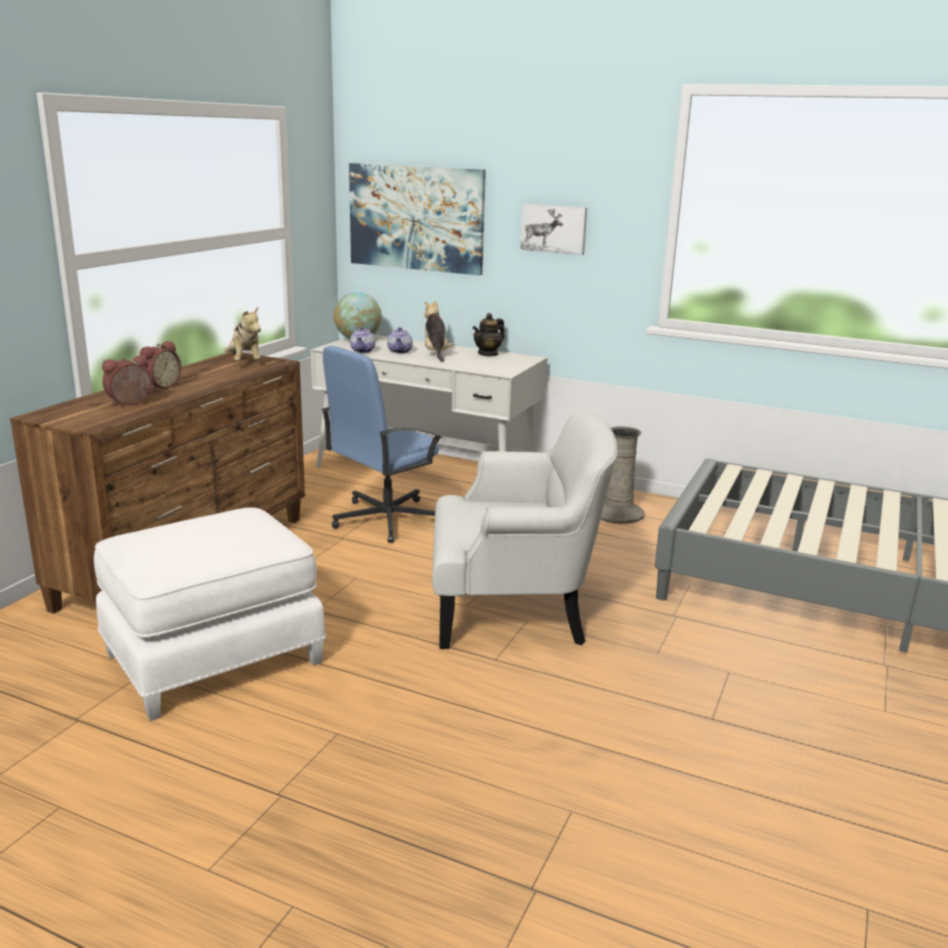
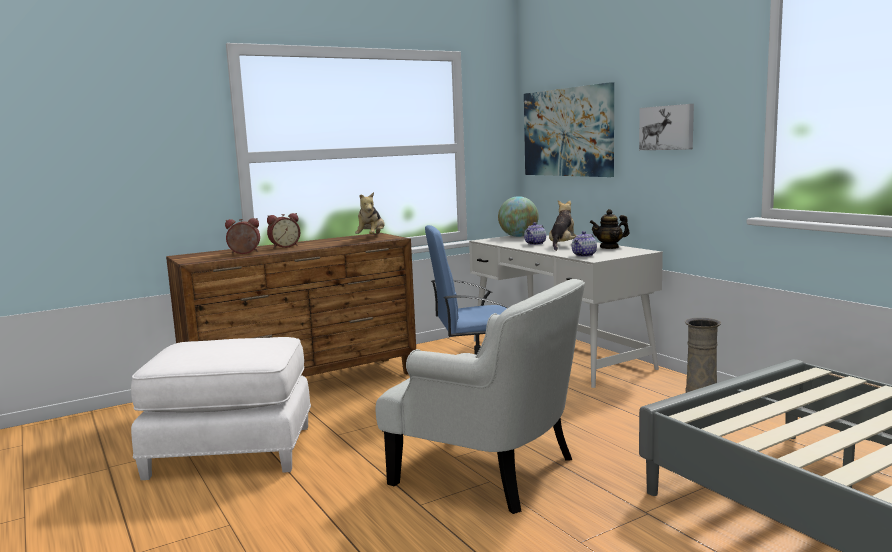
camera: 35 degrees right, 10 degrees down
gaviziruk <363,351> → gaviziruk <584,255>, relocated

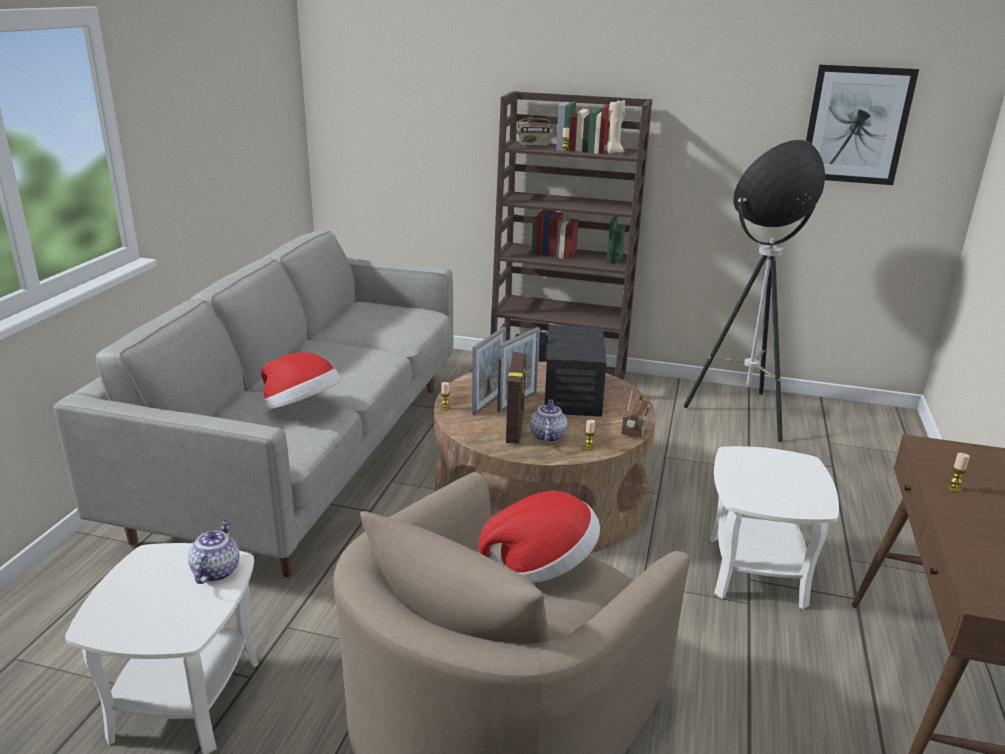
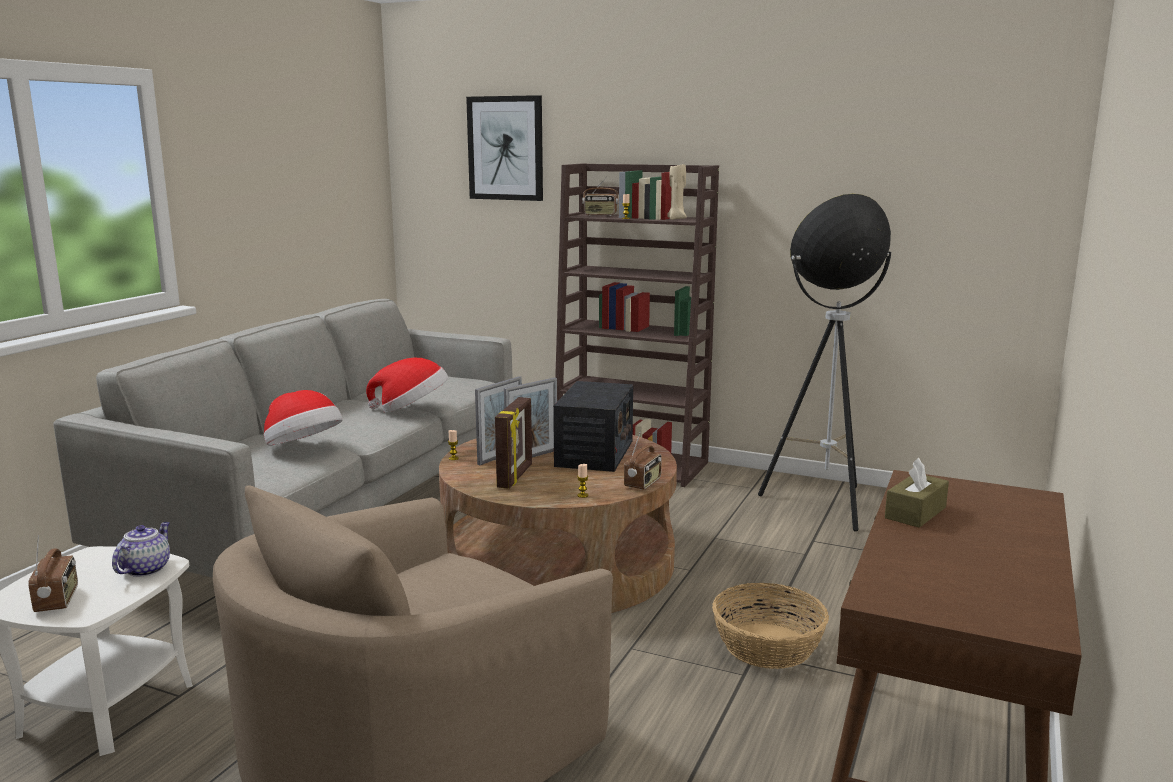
camera: 10 degrees right, 10 degrees down
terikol <856,125> → terikol <505,148>, relocated
gaviziruk <547,436> → -
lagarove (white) <757,571> → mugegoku <768,646>
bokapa <953,488> → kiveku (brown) <915,513>
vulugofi <542,564> → vulugofi <411,410>, relocated
- → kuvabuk <58,600>

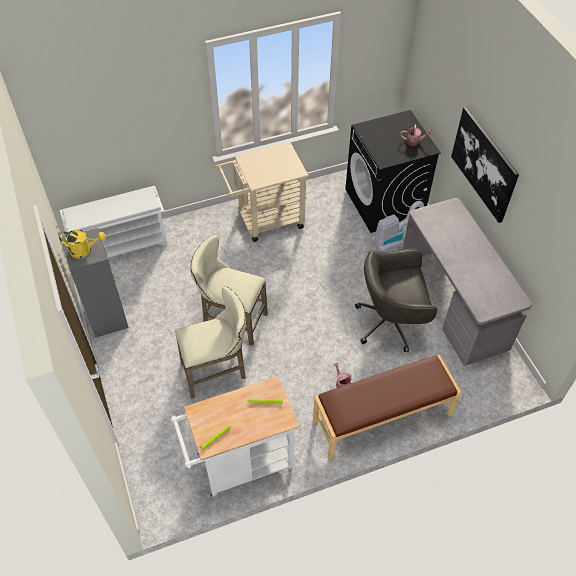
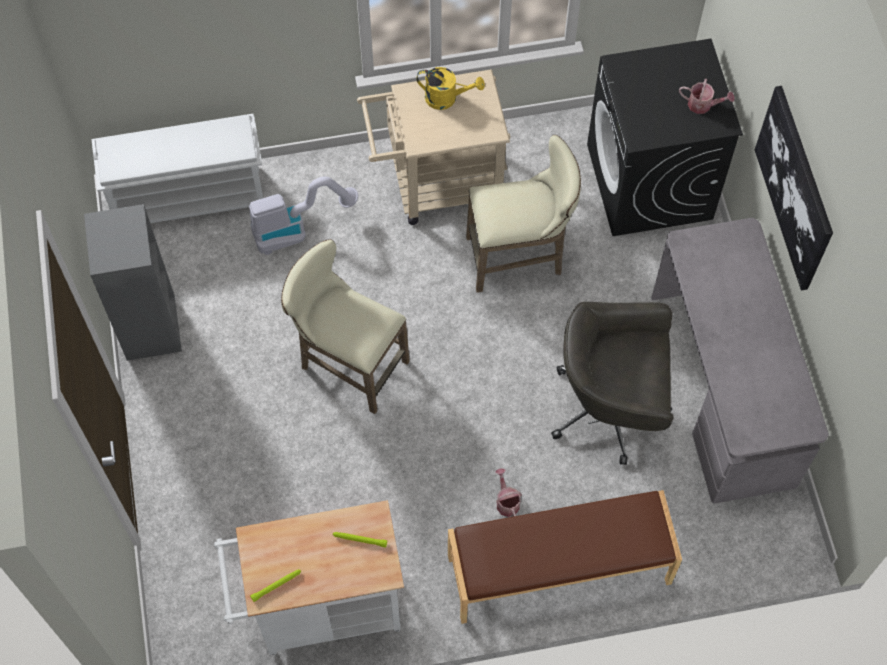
camera: 10 degrees right, 10 degrees up
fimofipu <396,239> → fimofipu <297,230>, relocated
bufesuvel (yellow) <84,250> → bufesuvel (yellow) <447,98>, relocated
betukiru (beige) <217,372> → betukiru (beige) <520,258>, relocated

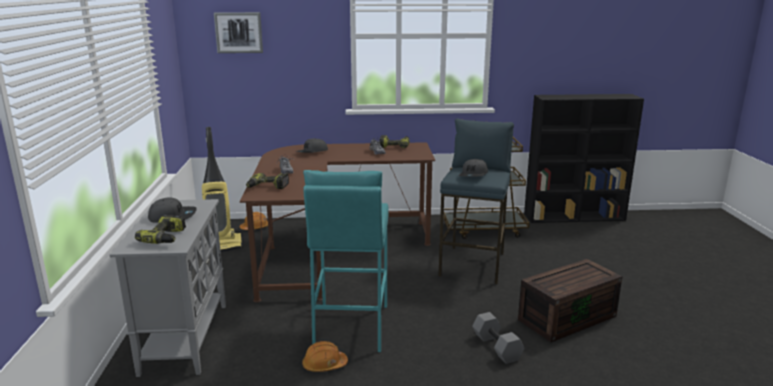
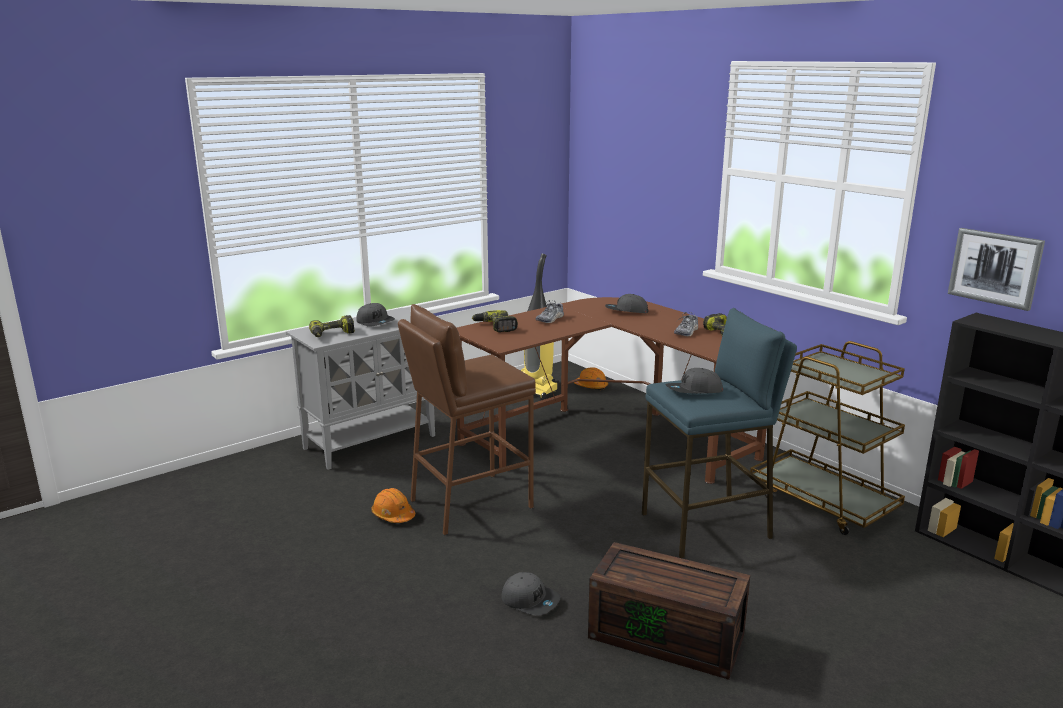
camera: 55 degrees right, 0 degrees up
terikol <239,32> → terikol <995,268>, relocated
betukiru (turquoise) <350,327> → betukiru (brown) <470,503>
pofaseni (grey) <495,347> → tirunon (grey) <530,600>

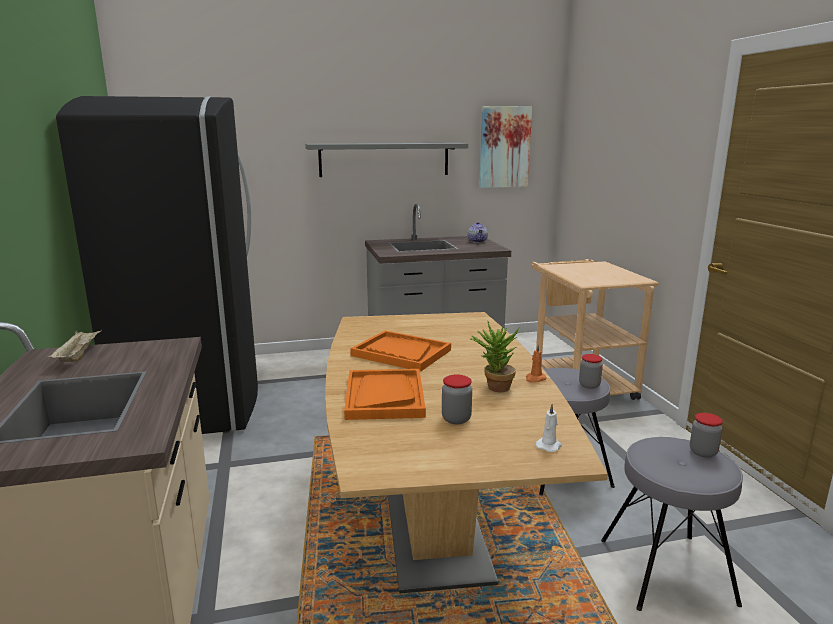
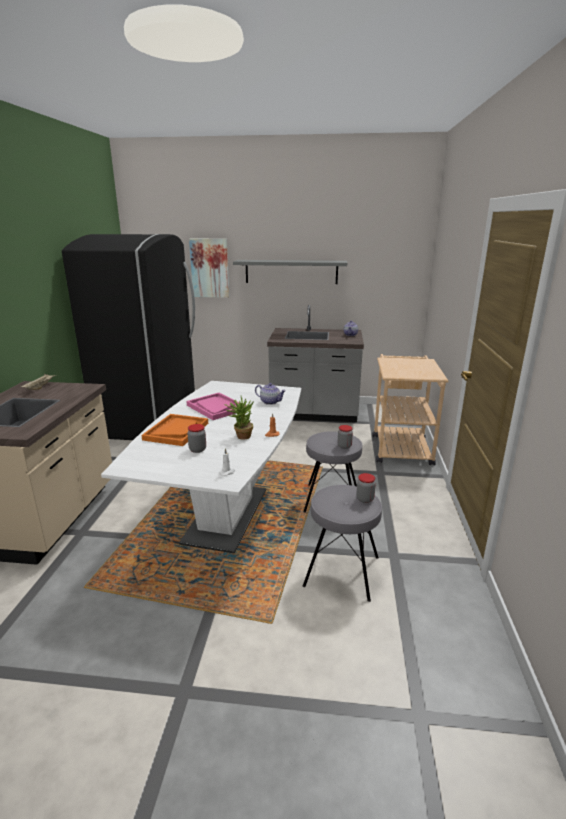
camera: 20 degrees right, 5 degrees up
terikol <504,147> → terikol <209,268>, relocated
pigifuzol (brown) <434,526> → pigifuzol (white) <226,515>
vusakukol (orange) <401,353> → vusakukol (pink) <216,407>
- → gaviziruk <270,402>

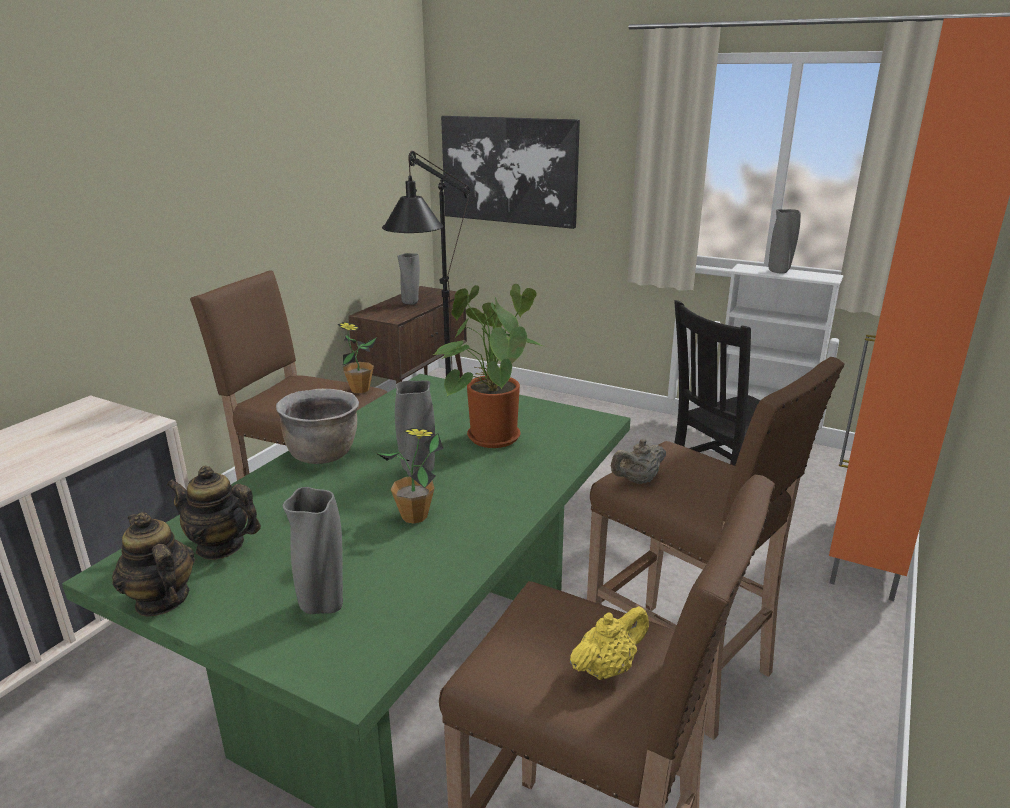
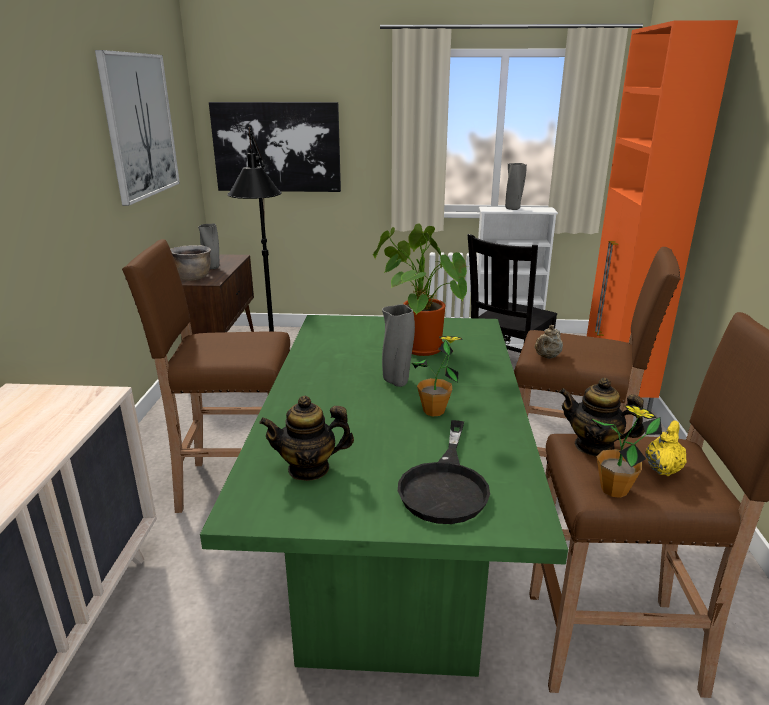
camera: 25 degrees left, 0 degrees up
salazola <360,390> → salazola <614,490>, relocated
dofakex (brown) <323,454> → dofakex (brown) <193,278>, relocated
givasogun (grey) <323,605> → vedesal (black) <445,485>
gaviziruk <161,600> → gaviziruk <594,446>, relocated
- → terikol <140,126>

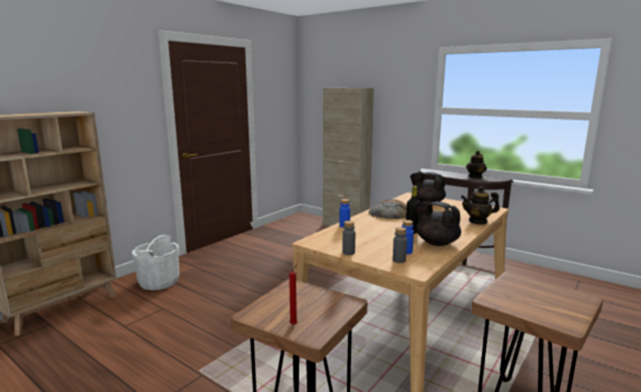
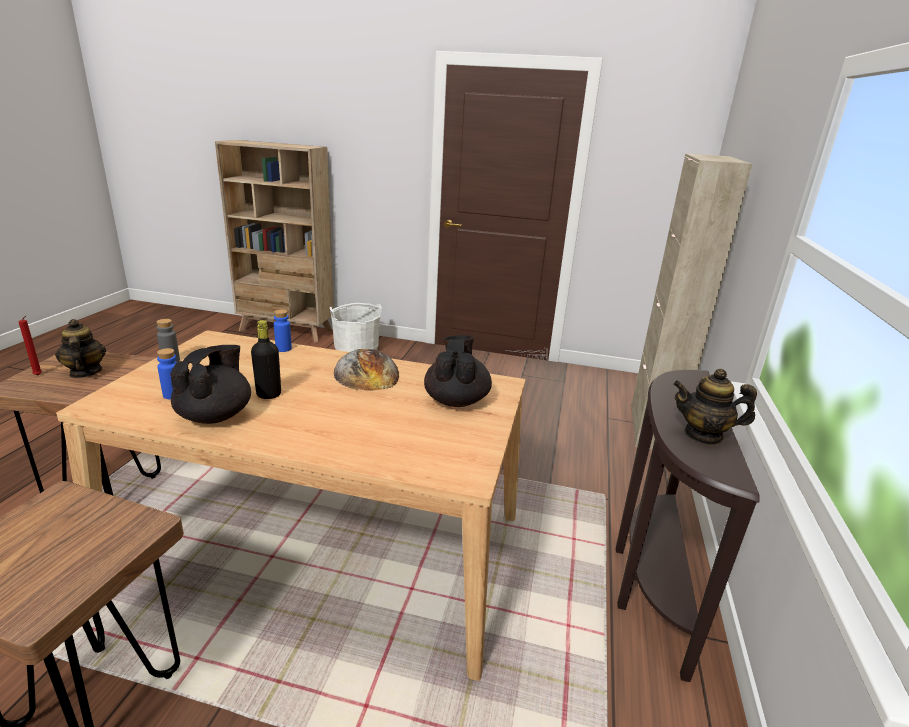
camera: 65 degrees right, 10 degrees up
gaviziruk <478,221> → gaviziruk <85,372>, relocated
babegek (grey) <399,260> → -

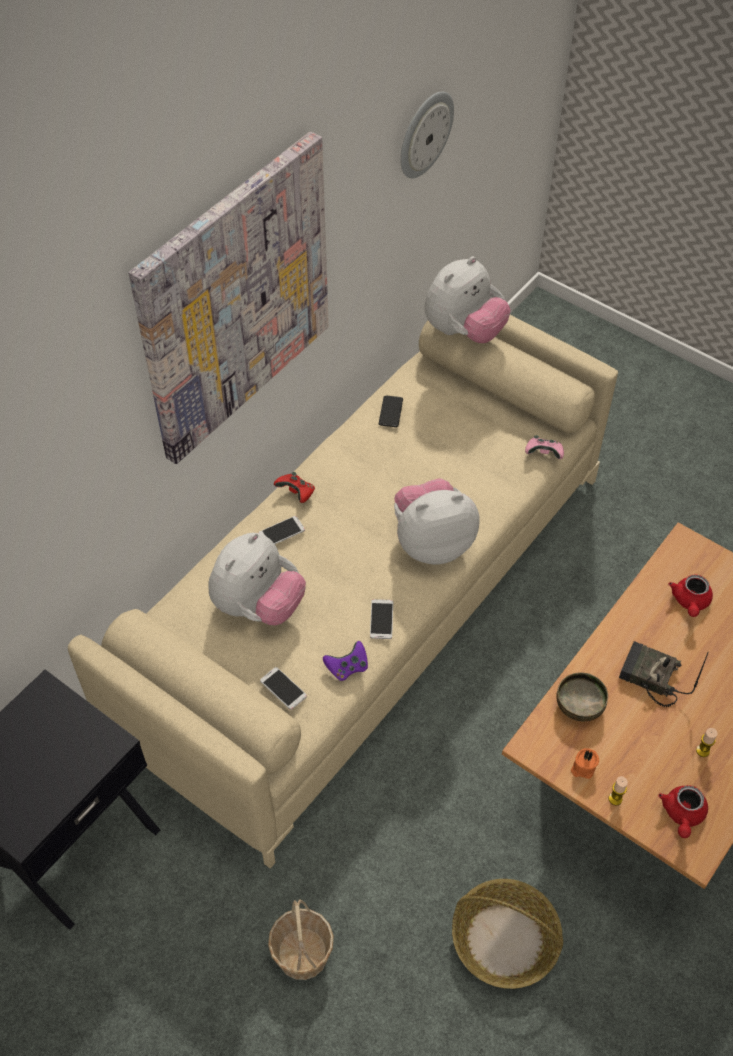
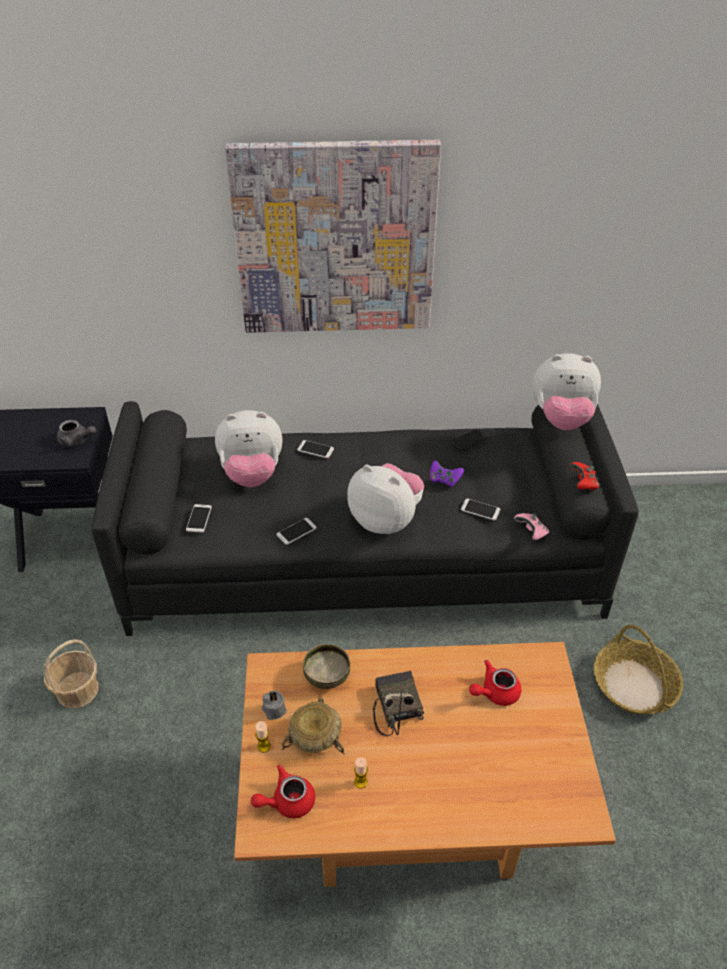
camera: 50 degrees right, 10 degrees down
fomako <424,134> → -
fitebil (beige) <366,601> → fitebil (black) <364,559>
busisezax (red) <296,493> → busisezax (red) <583,483>, relocated
busisezax (purple) <347,667> → busisezax (purple) <444,480>, relocated
bokapa (orange) <582,768> → bokapa (grey) <274,709>
mugegoku <505,939> → mugegoku <634,685>, relocated
- → gaviziruk (grey) <77,441>
- → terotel <480,510>
- → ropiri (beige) <316,735>

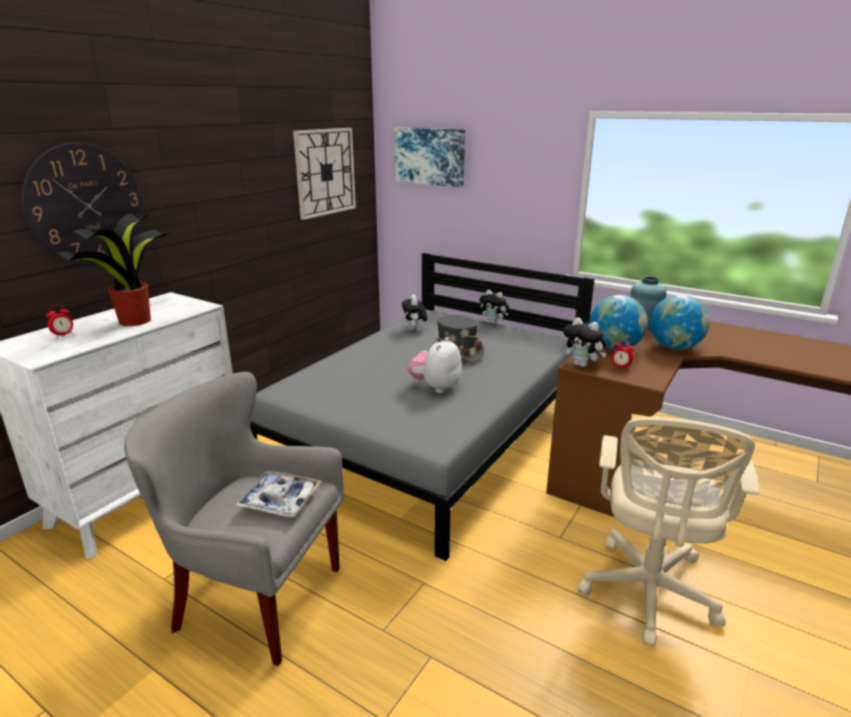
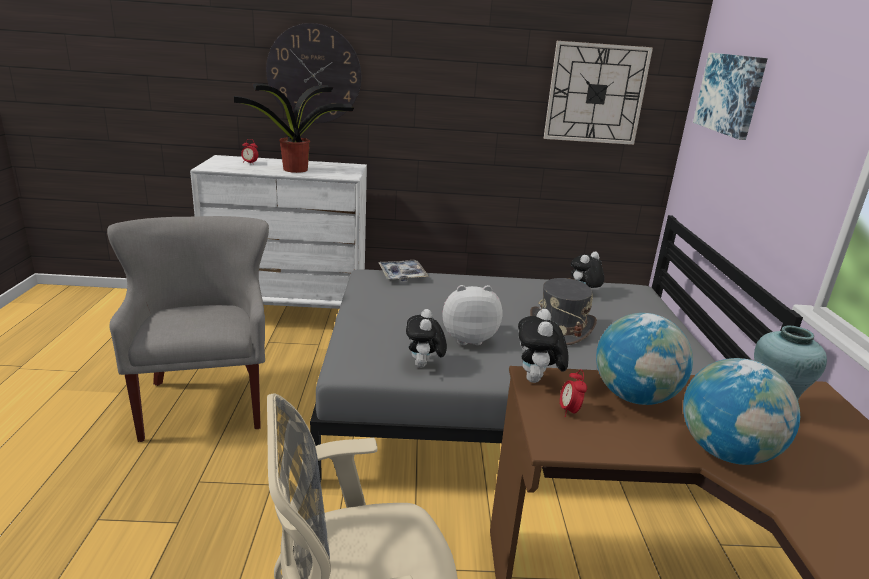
camera: 55 degrees right, 0 degrees up
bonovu <493,322> → bonovu <424,366>, relocated
vusakukol <280,500> → vusakukol <402,275>, relocated

